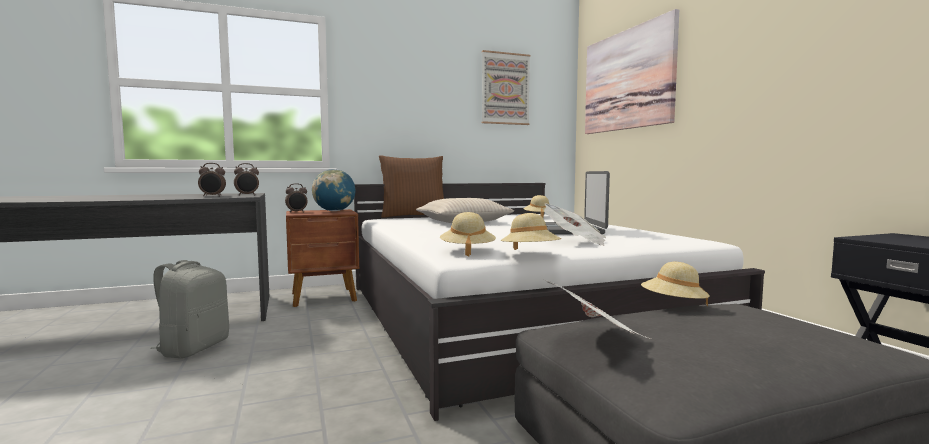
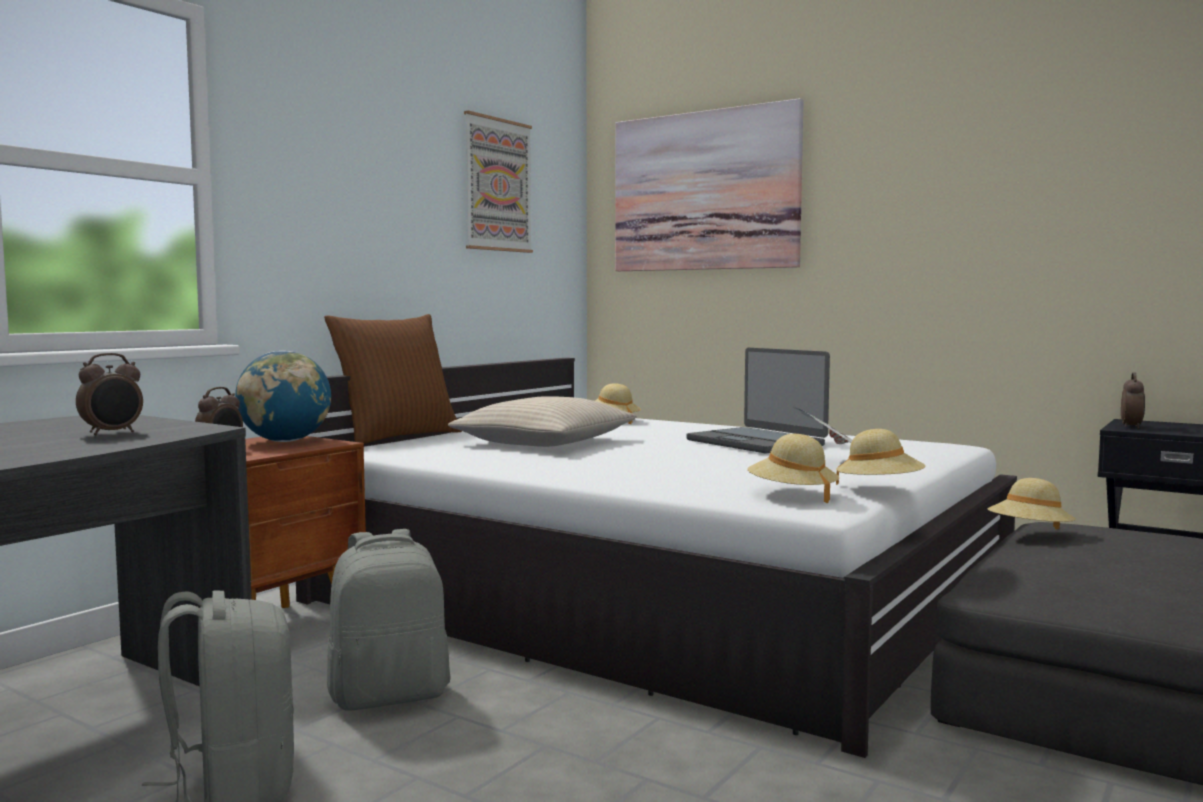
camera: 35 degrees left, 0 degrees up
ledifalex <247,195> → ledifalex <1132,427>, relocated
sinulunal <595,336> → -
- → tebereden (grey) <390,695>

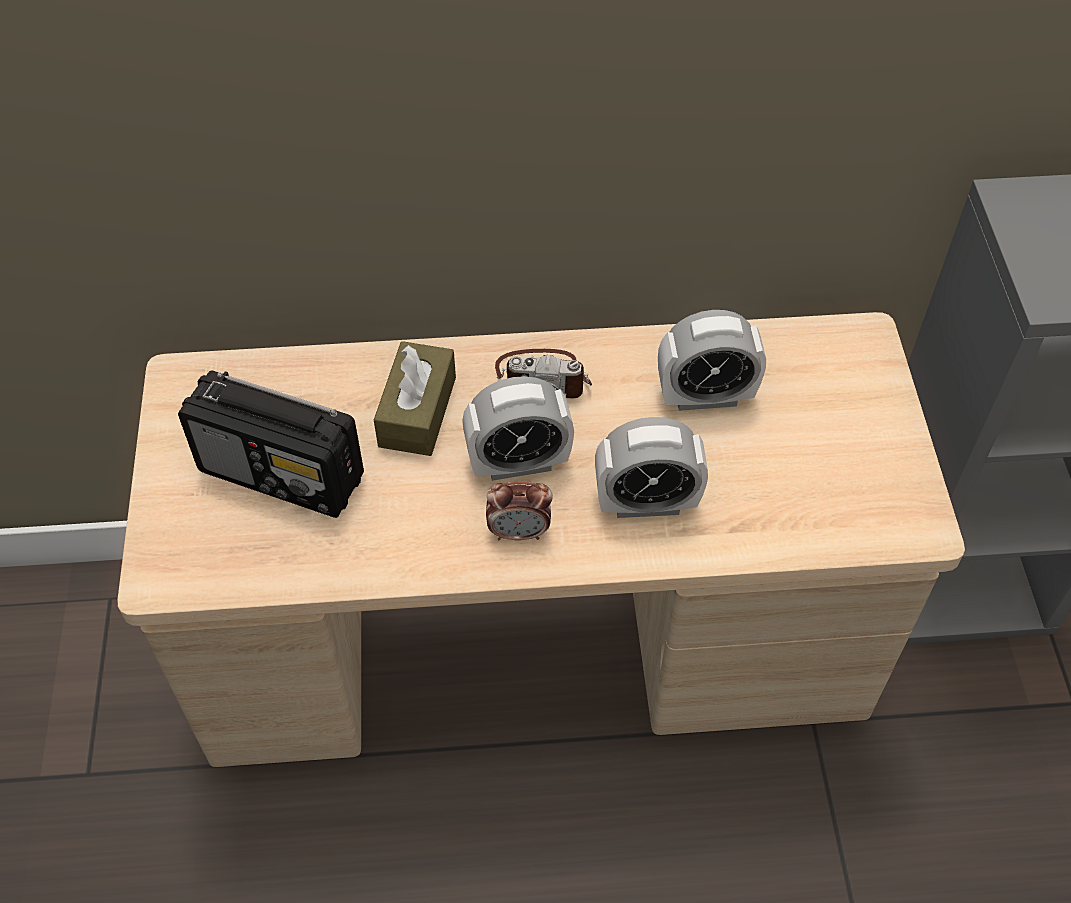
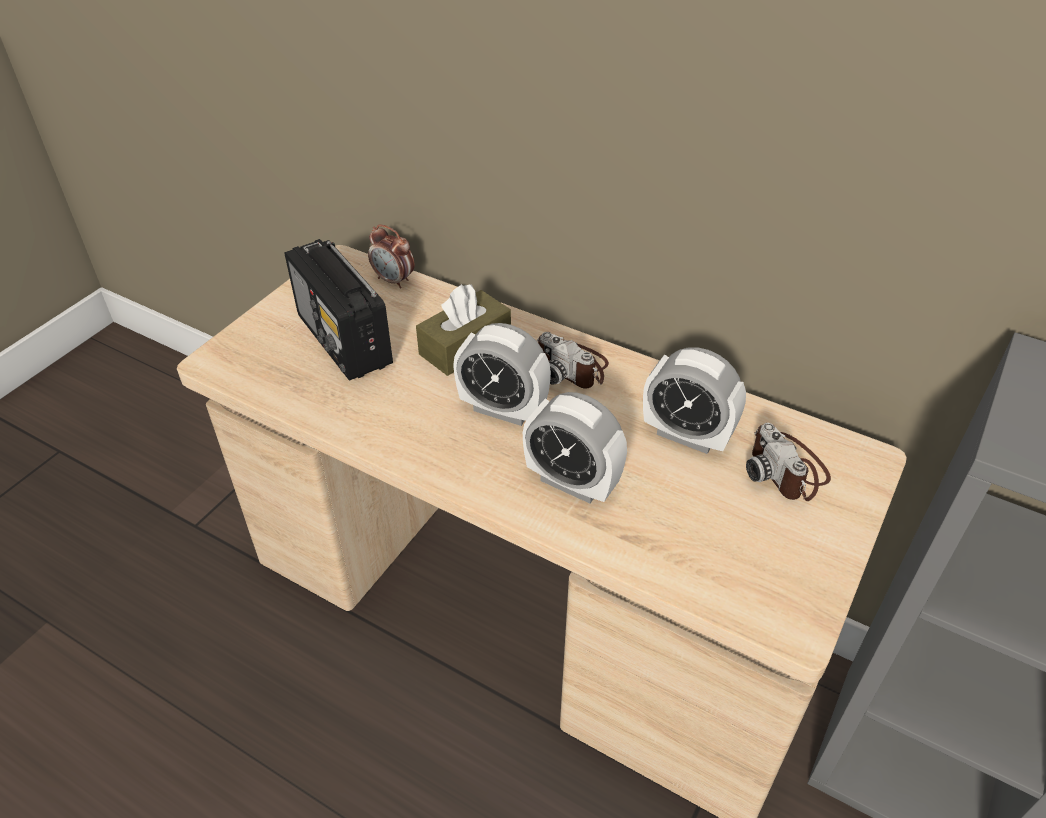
camera: 35 degrees right, 10 degrees down
ledifalex <519,532> → ledifalex <394,280>, relocated
- → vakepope <787,469>

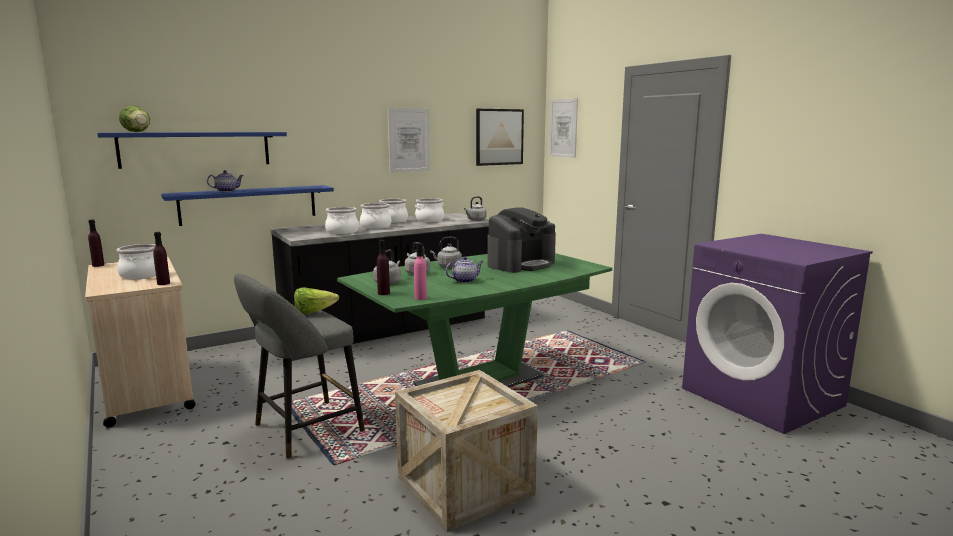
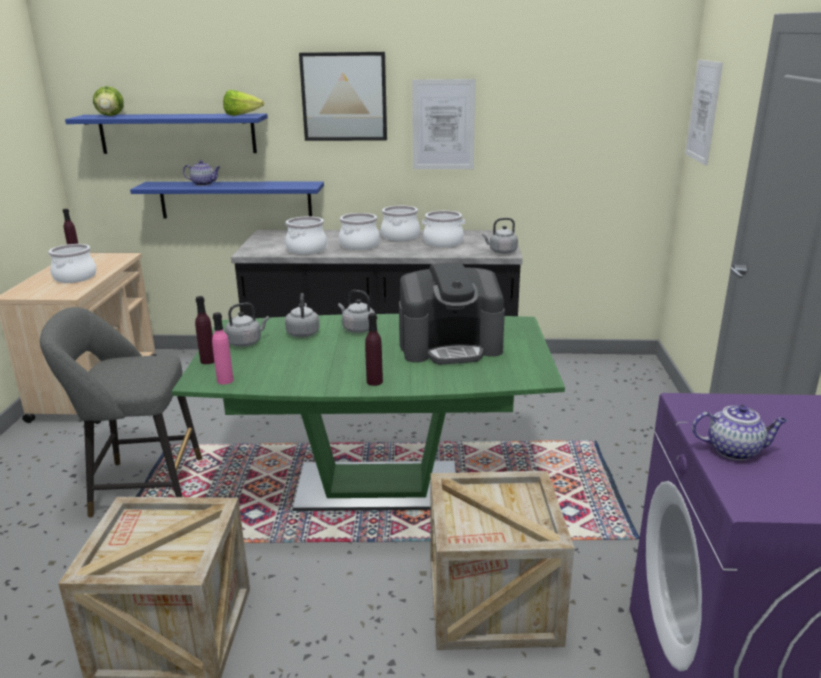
camera: 35 degrees right, 10 degrees up
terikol <499,137> → terikol <344,97>, relocated
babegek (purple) <163,283> → babegek (purple) <374,382>, relocated
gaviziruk <465,280> → gaviziruk <735,450>, relocated
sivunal <313,312> → sivunal <242,115>, relocated
- → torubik <492,601>

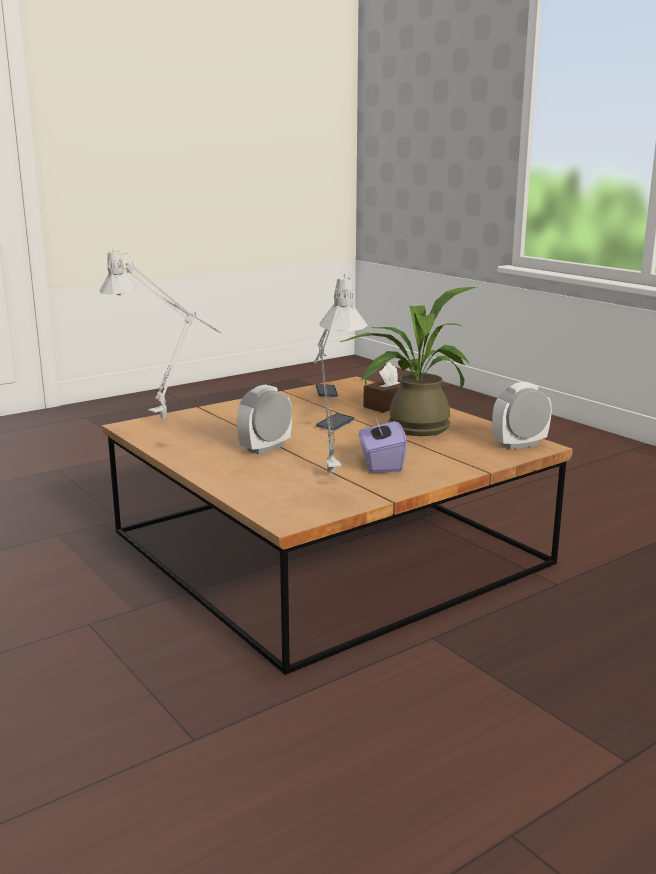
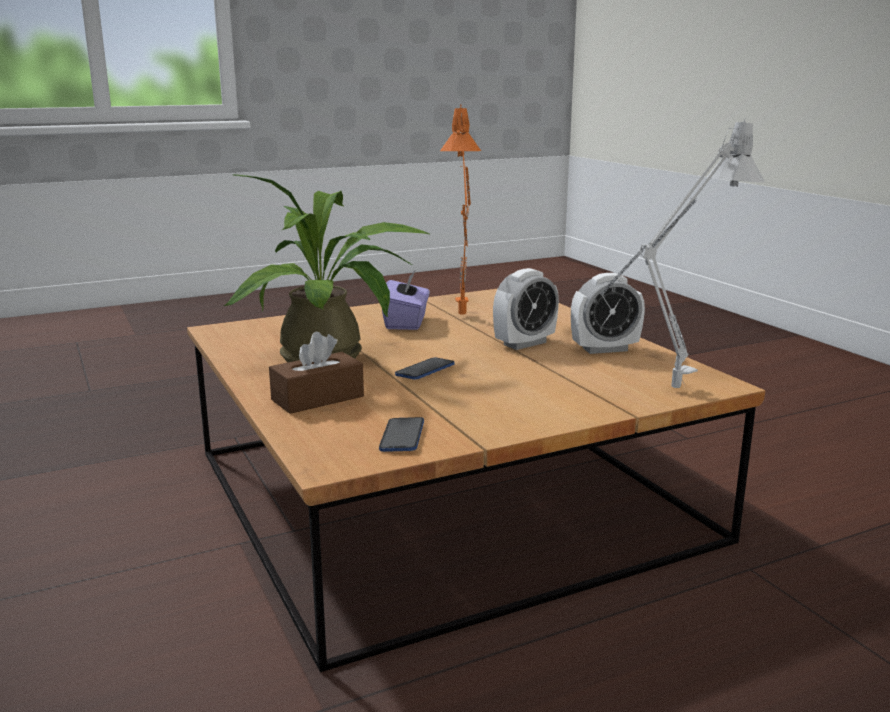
camera: 170 degrees left, 0 degrees up
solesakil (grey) <328,470> → solesakil (orange) <463,320>
ledifalex <519,445> → ledifalex <605,349>, relocated

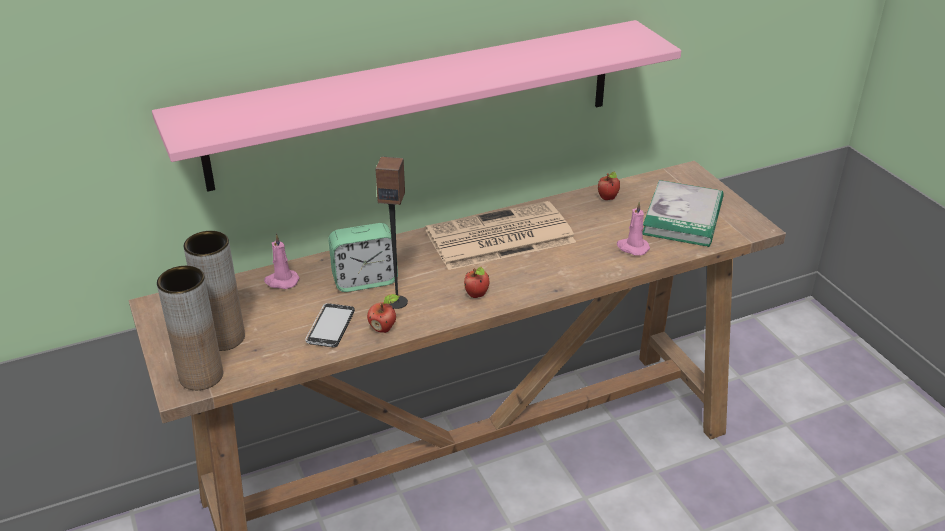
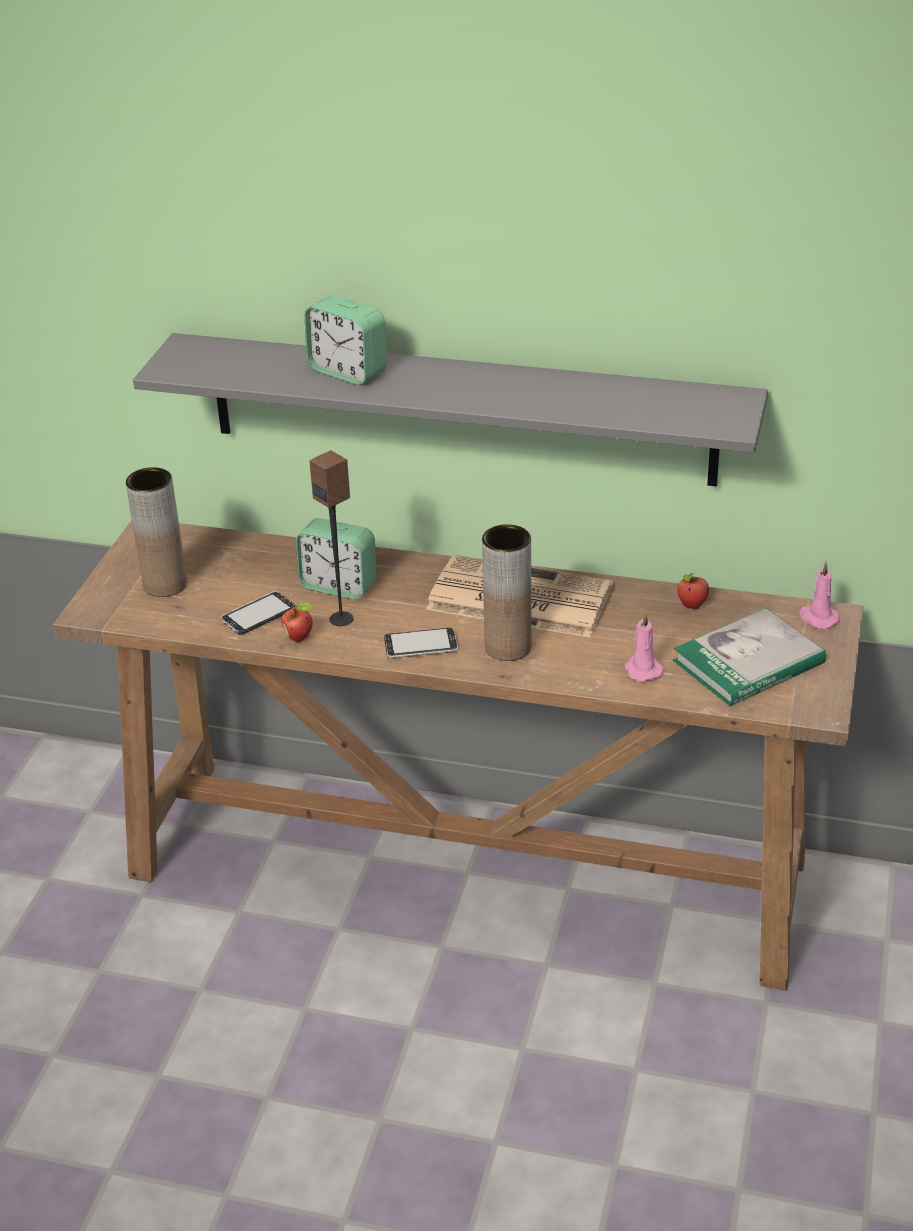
camera: 40 degrees right, 0 degrees up
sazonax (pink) <416,103> → sazonax (grey) <460,409>
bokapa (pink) <281,281> → bokapa (pink) <817,618>, relocated
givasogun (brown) <201,376> → givasogun (brown) <508,647>, relocated
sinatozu <477,295> → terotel <421,646>
- → ledifalex <348,371>

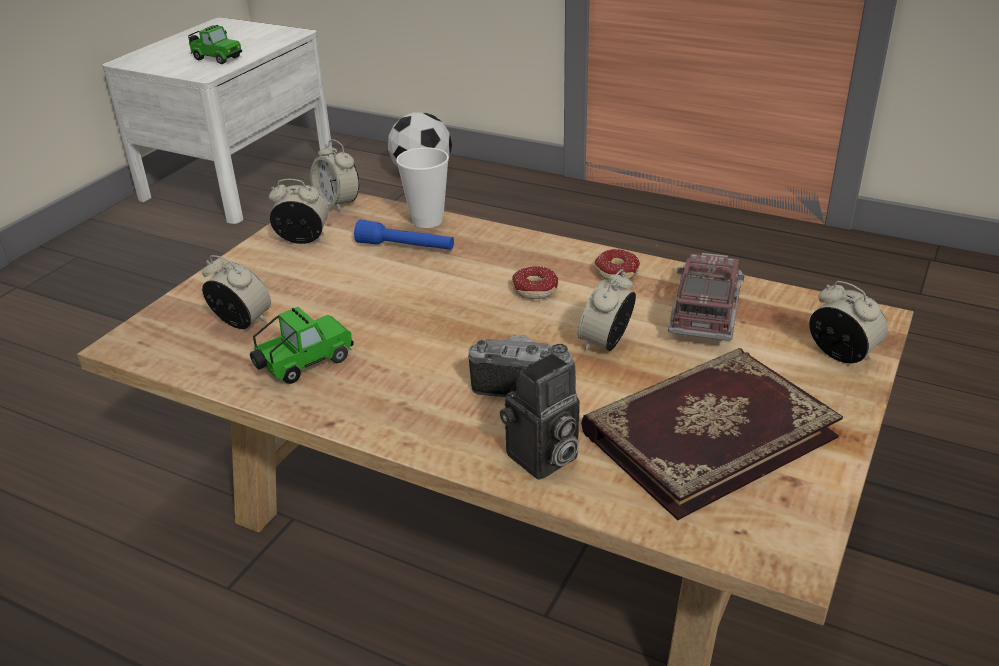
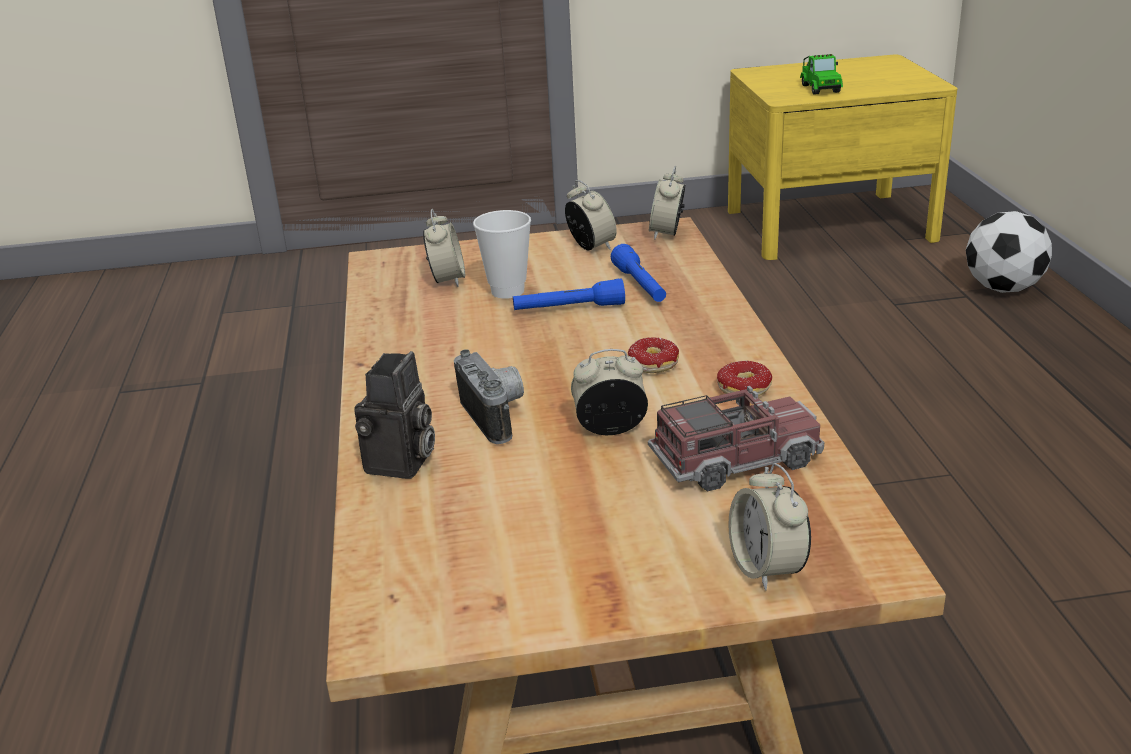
camera: 55 degrees right, 5 degrees down
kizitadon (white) <239,179> → kizitadon (yellow) <829,225>
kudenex <427,221> → kudenex <507,291>, relocated
ledifalex <841,355> → ledifalex <767,568>, 150 degrees clockwise
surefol <303,364> → -
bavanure <706,432> → -
vakepope <542,460> → vakepope <401,464>, 90 degrees counterclockwise
- → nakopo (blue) <569,309>

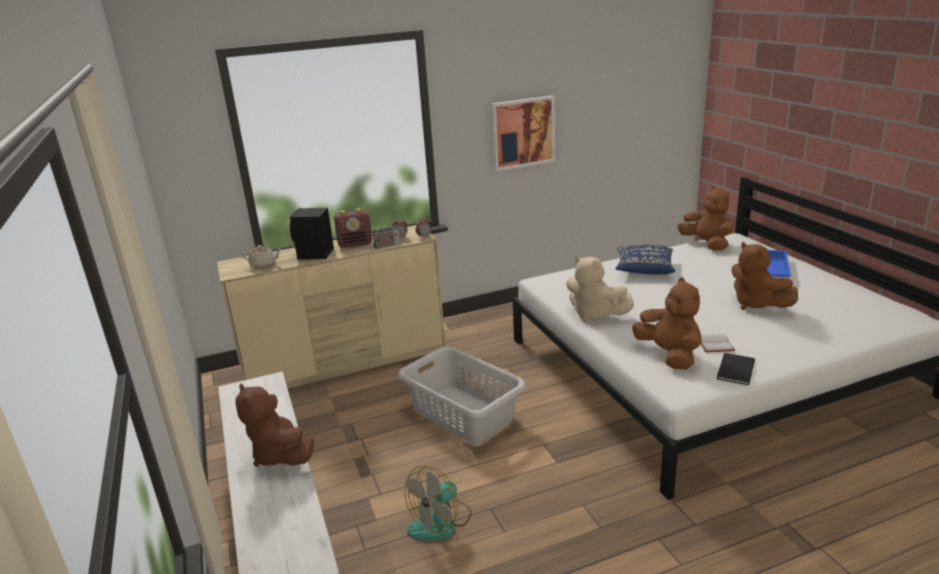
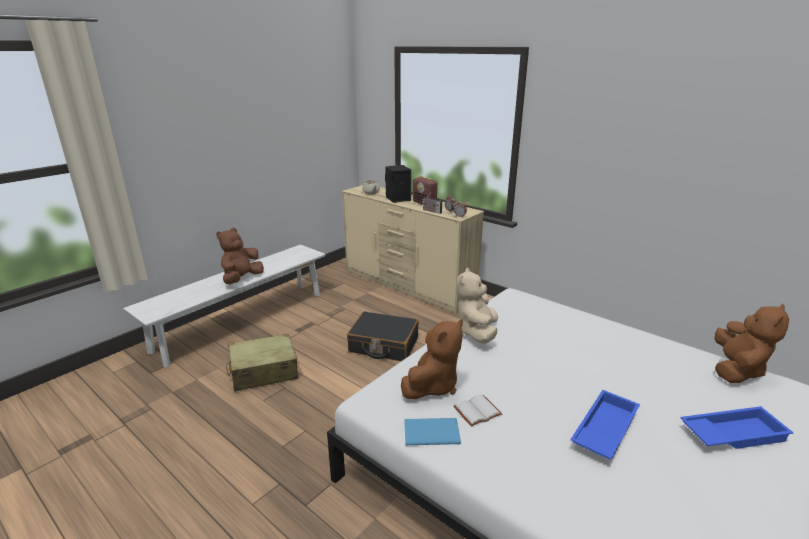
camera: 60 degrees right, 0 degrees up
terikol <523,133> → -
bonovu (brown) <756,304> → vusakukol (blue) <603,429>
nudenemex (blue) <644,270> → -
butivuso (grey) <463,413> → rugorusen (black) <383,345>
bavanure (black) <734,370> → bavanure (blue) <430,432>
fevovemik <440,522> → rugorusen (beige) <263,371>

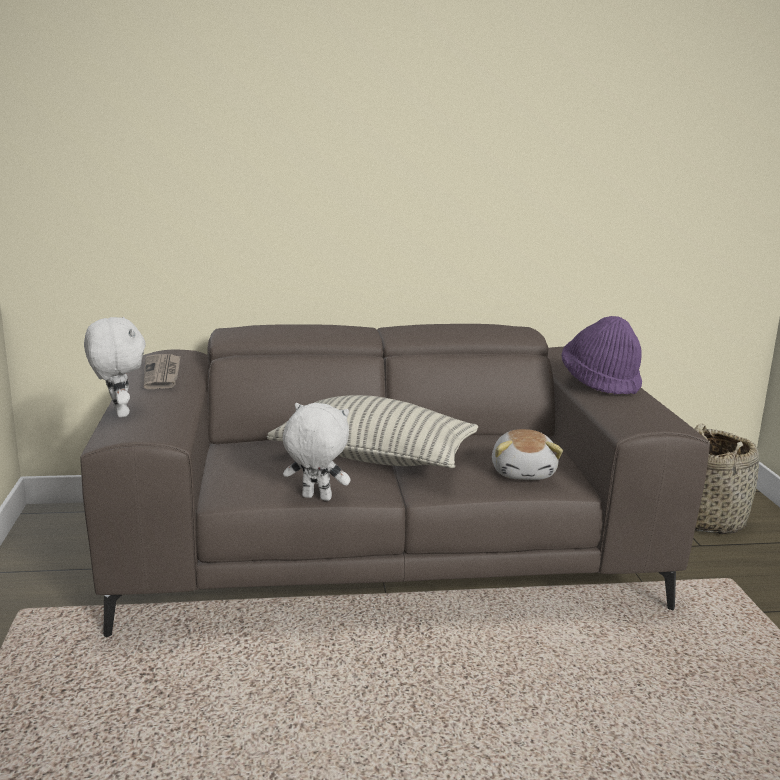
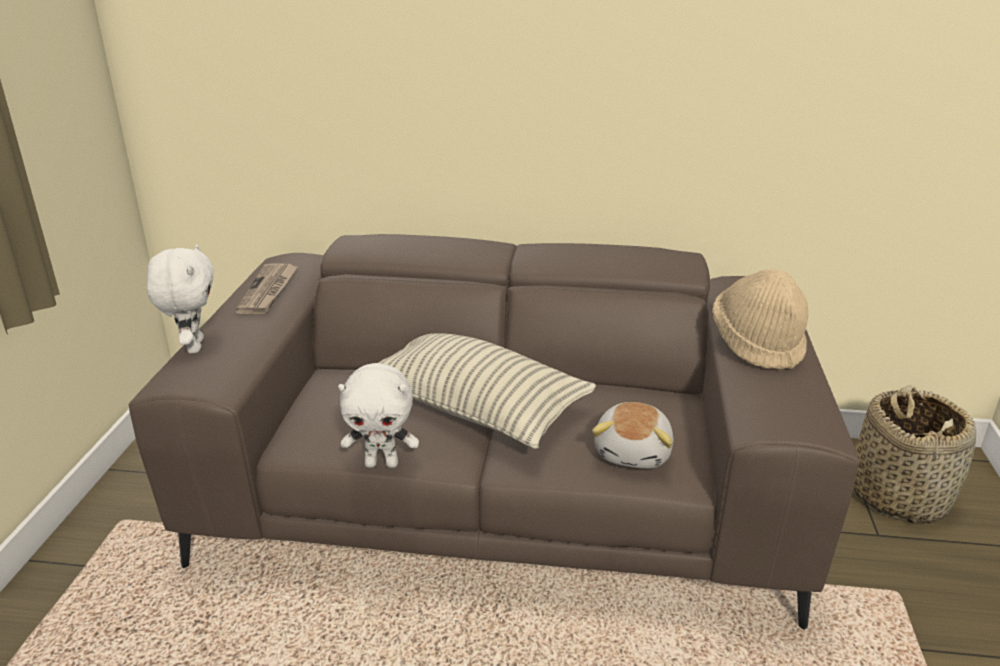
camera: 15 degrees right, 10 degrees up
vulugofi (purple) <600,382> → vulugofi (beige) <757,344>
bonovu (white) <315,498> → bonovu (white) <382,463>, 150 degrees clockwise

